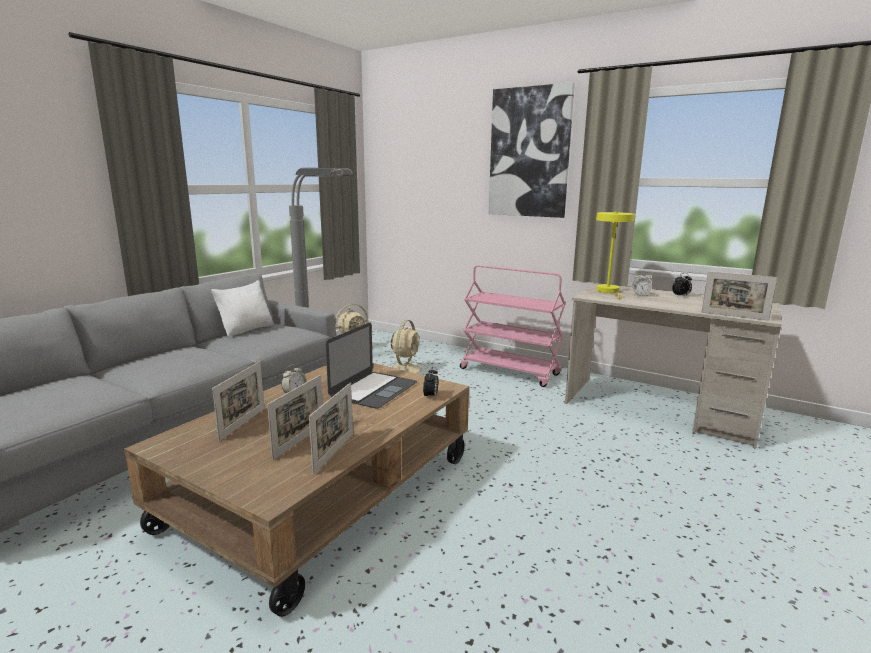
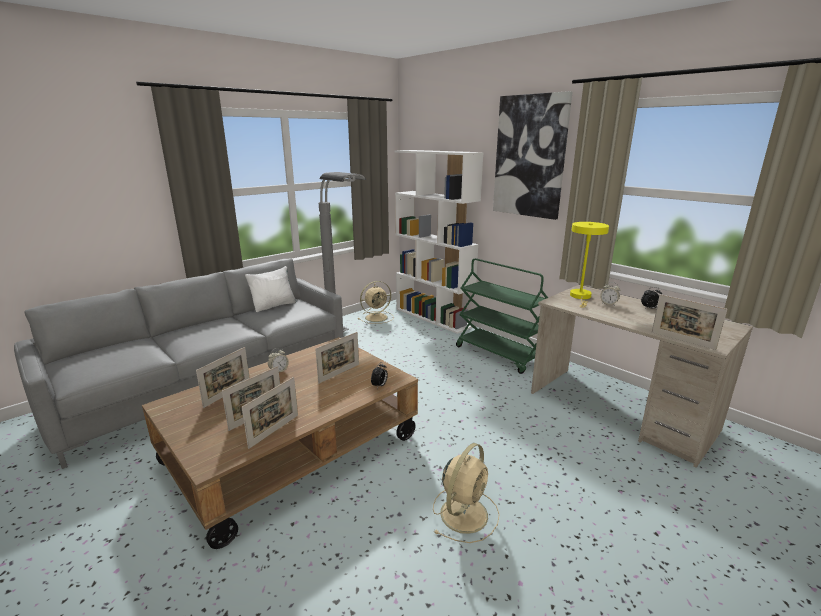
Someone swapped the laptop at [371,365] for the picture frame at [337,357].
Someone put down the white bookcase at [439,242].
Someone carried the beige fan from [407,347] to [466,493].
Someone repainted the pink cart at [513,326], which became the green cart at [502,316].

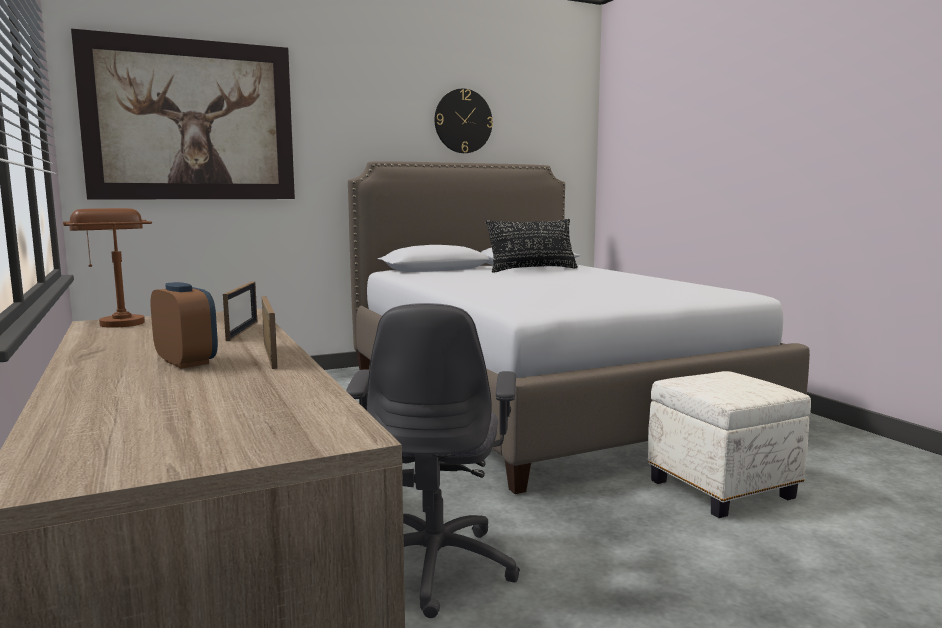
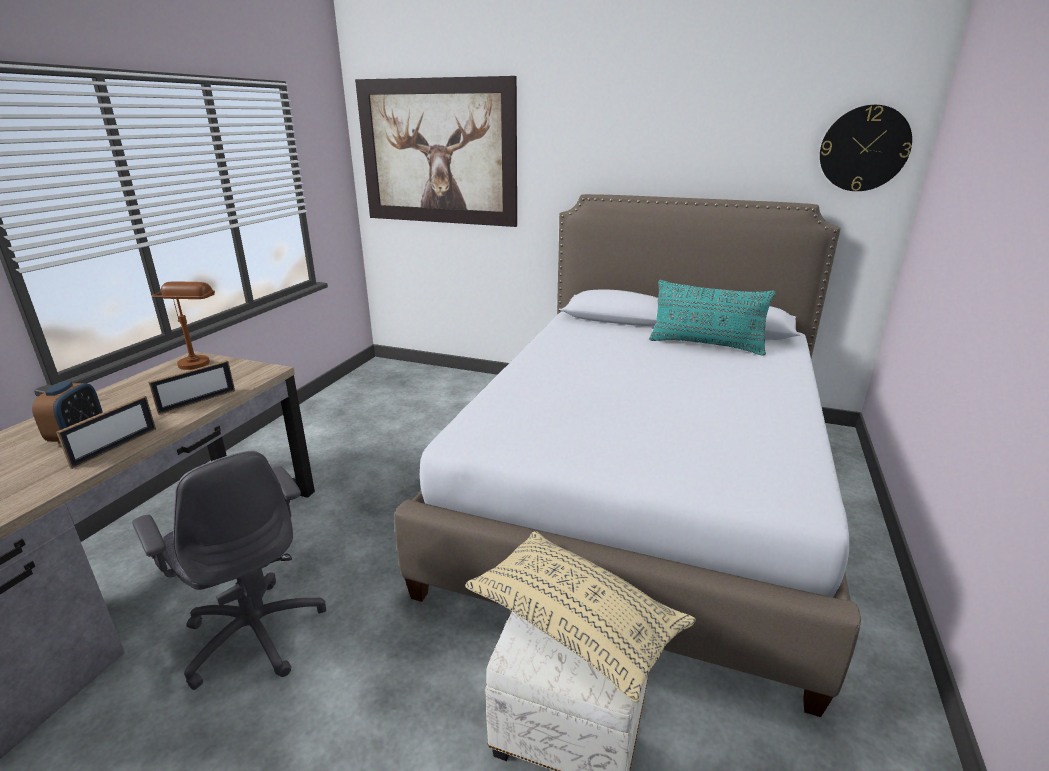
Someone rotated the grey office chair at [433,460] by 90 degrees counterclockwise.
Someone put down the beige pillow at [580,617].
Someone repainted the black pillow at [532,245], which became the turquoise pillow at [712,317].
Someone carried the wall clock from [464,121] to [866,148].

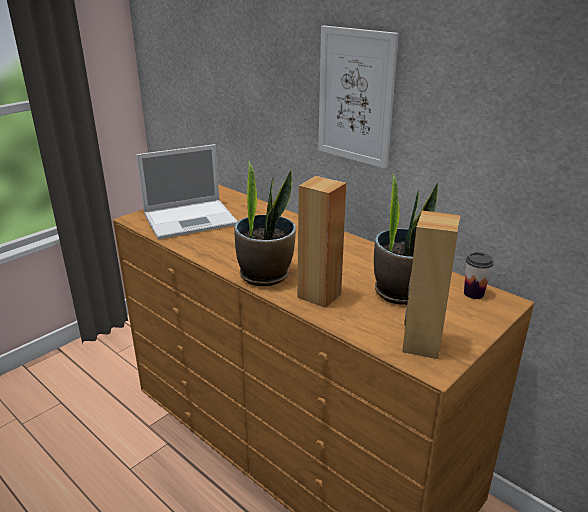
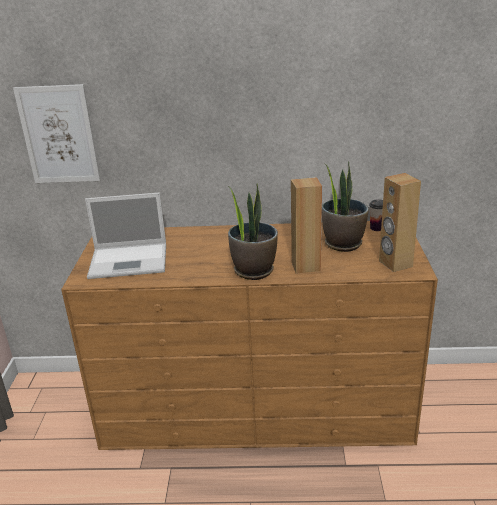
Someone carried the picture from [358,97] to [56,133].
Someone rotated the laptop at [187,191] by 60 degrees clockwise.

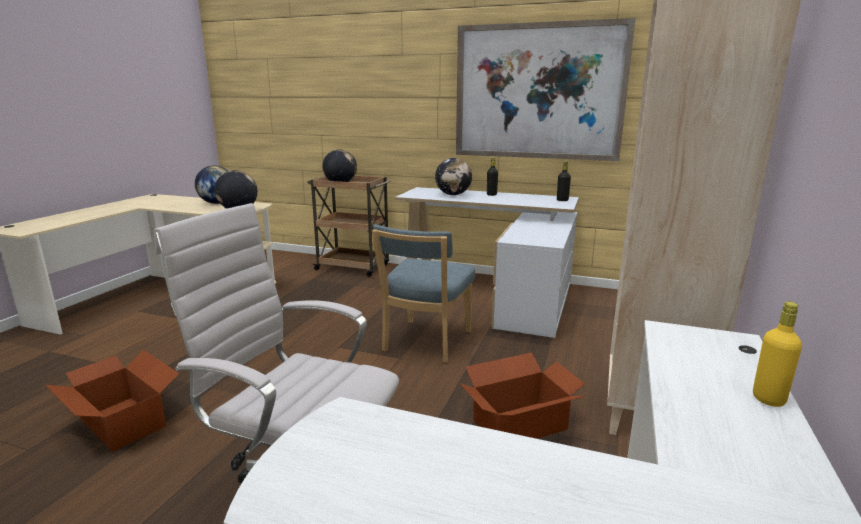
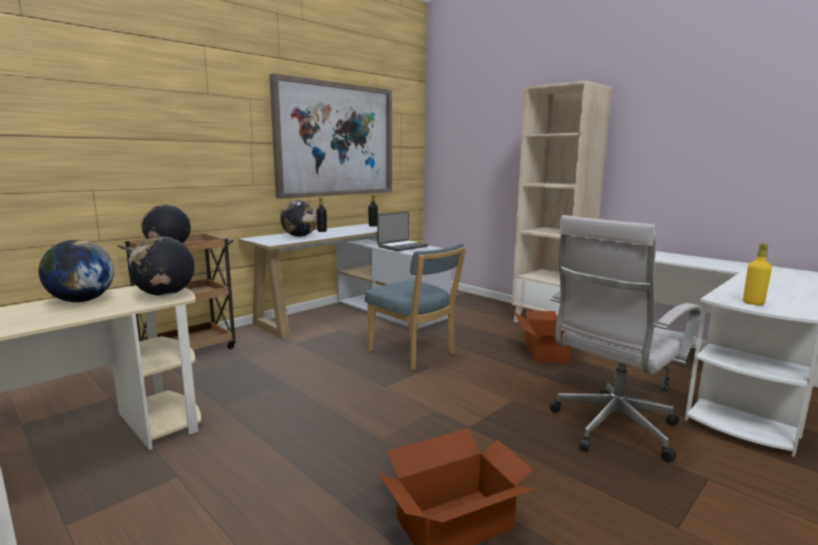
Someone put down the laptop at [402,231].
Someone carried the yellow bottle from [777,354] to [757,274].

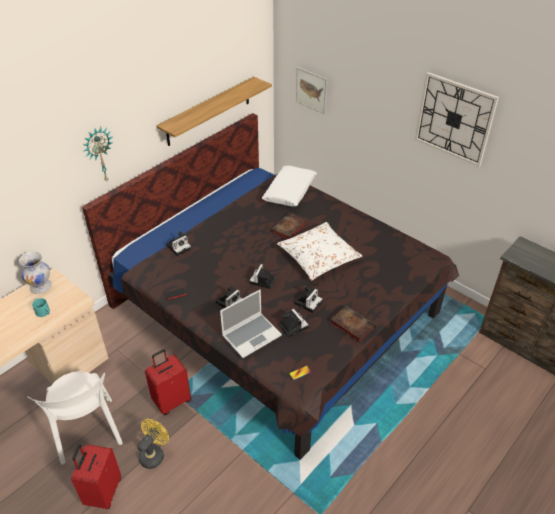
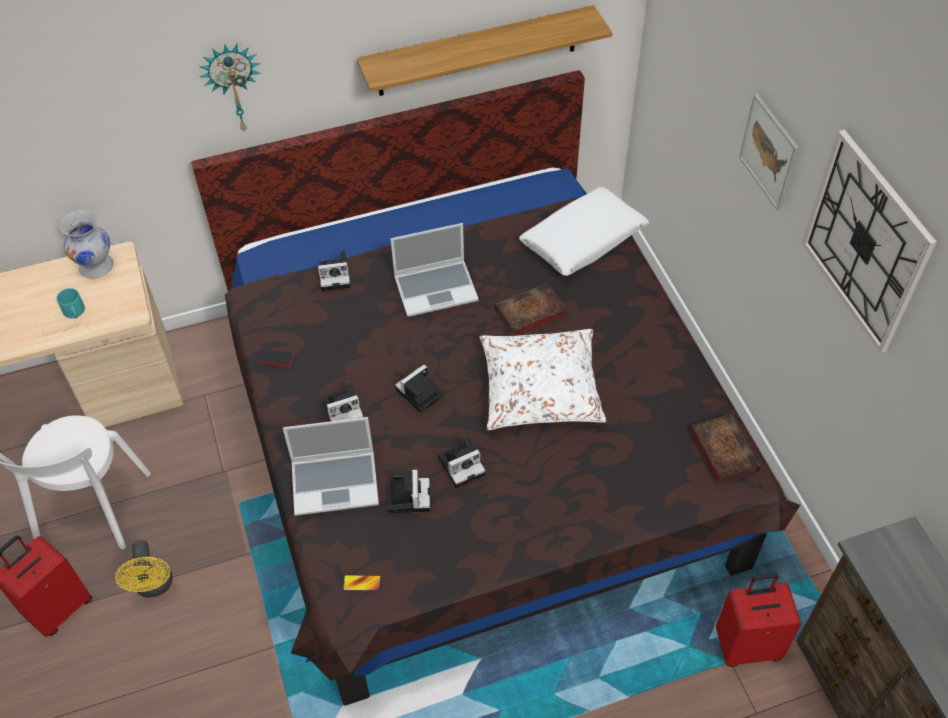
Someone rotated the yellow fan at [153,444] by 105 degrees clockwise.
Someone put down the laptop at [435,270].
Someone carried the book from [353,324] to [725,449].
Someone carried the red suitcase from [168,382] to [758,620].
Someone carried the picture from [311,90] to [769,152].

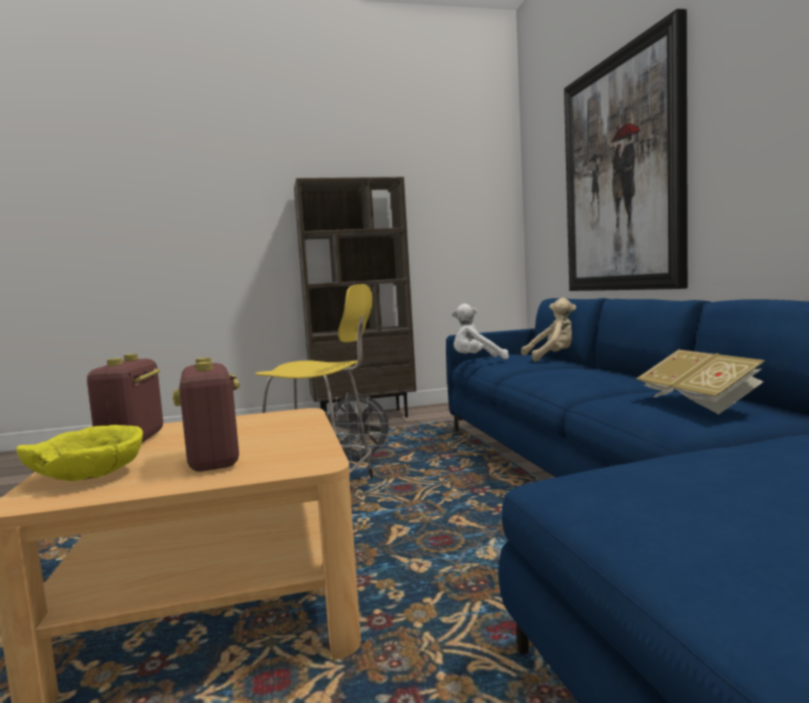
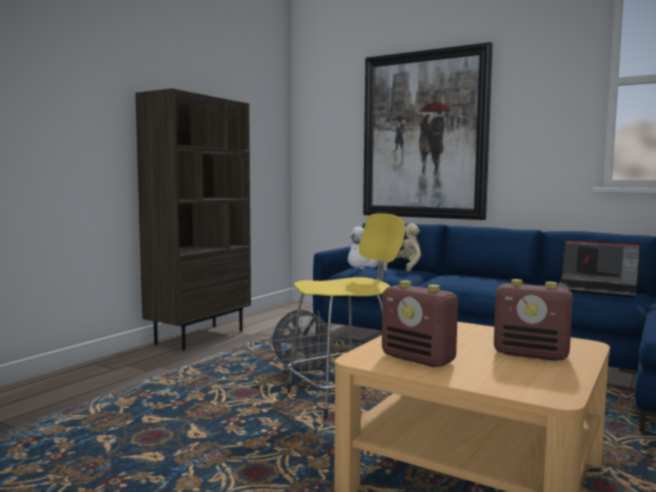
Someone swapped the book at [700,381] for the laptop at [599,268].
Someone took away the yellow bowl at [79,453].

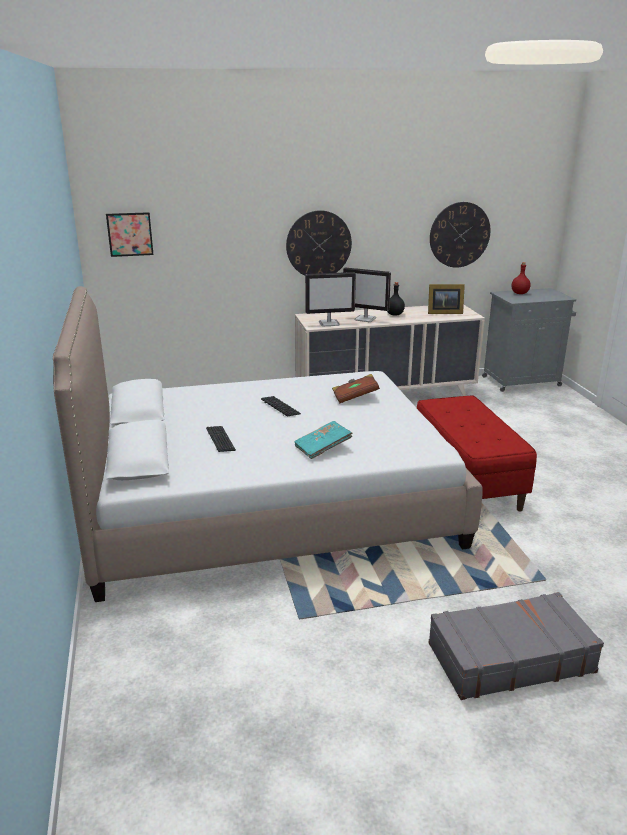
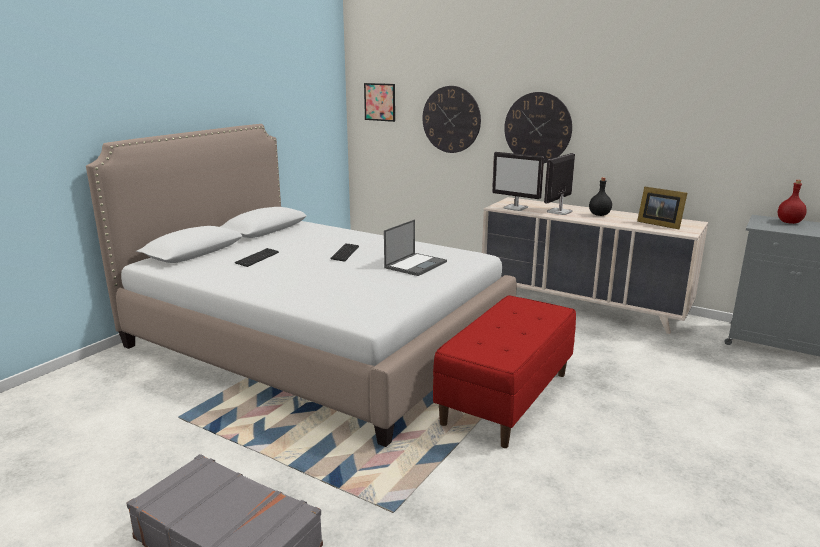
Someone swapped the brown book at [356,388] for the laptop at [415,247].
Someone carried the wall clock from [460,235] to [452,119].
Someone rotated the monitor at [367,294] by 60 degrees clockwise.
Someone took away the turquoise book at [323,440].

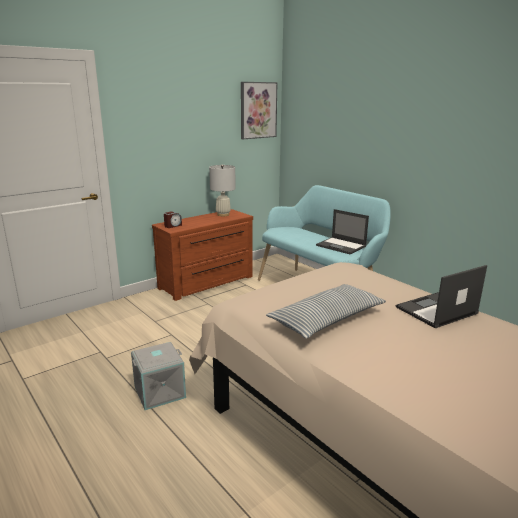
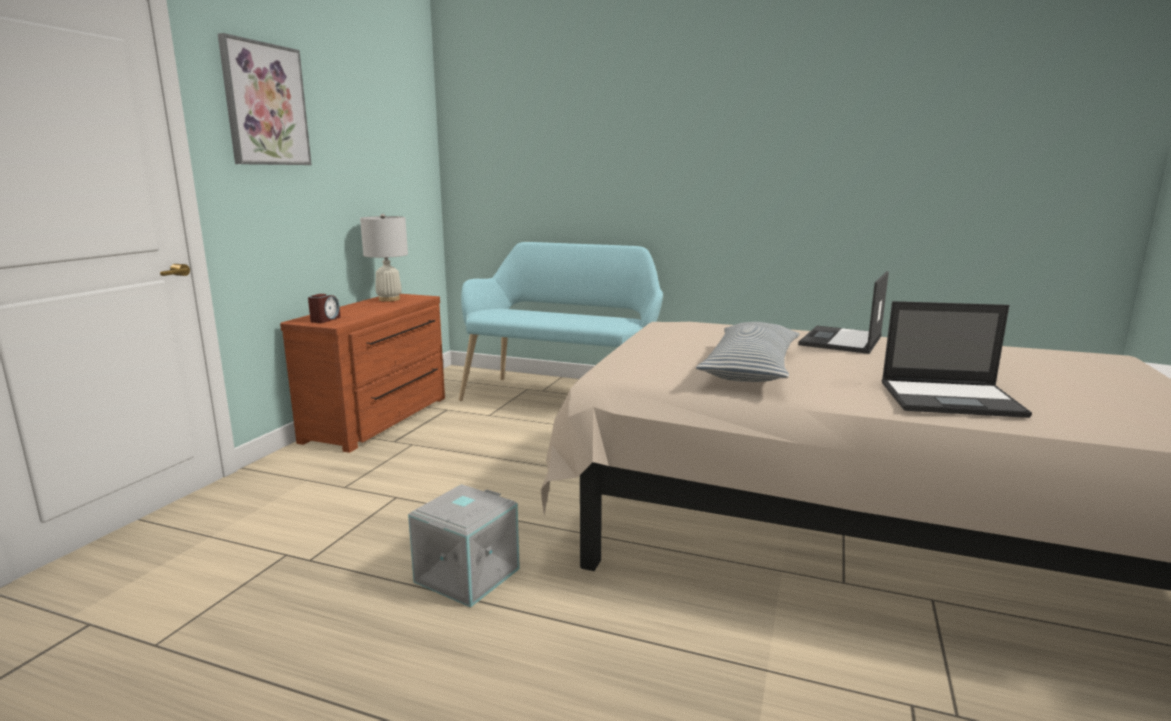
Someone carried the picture from [259,110] to [265,99].
Someone carried the laptop from [342,232] to [957,359].

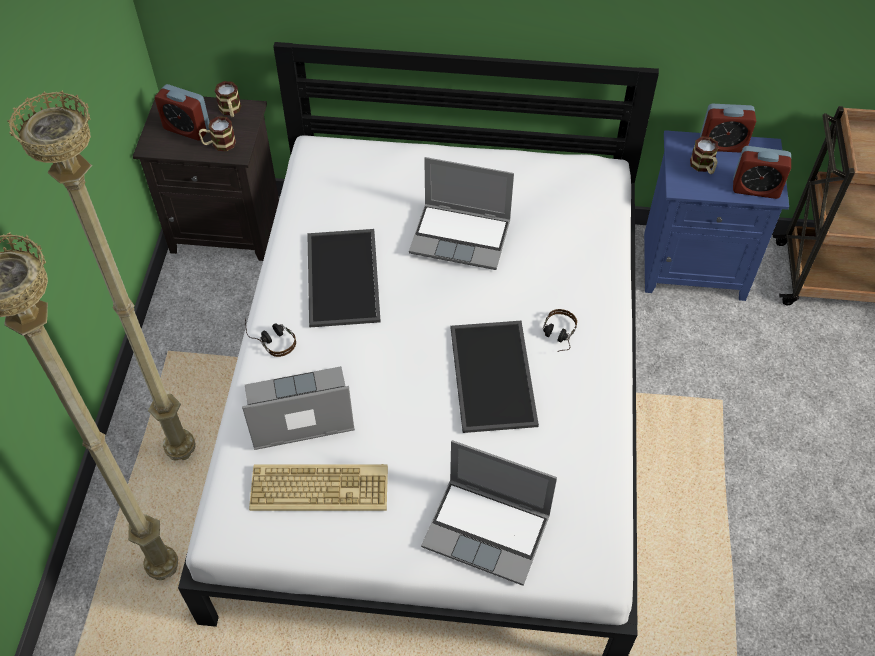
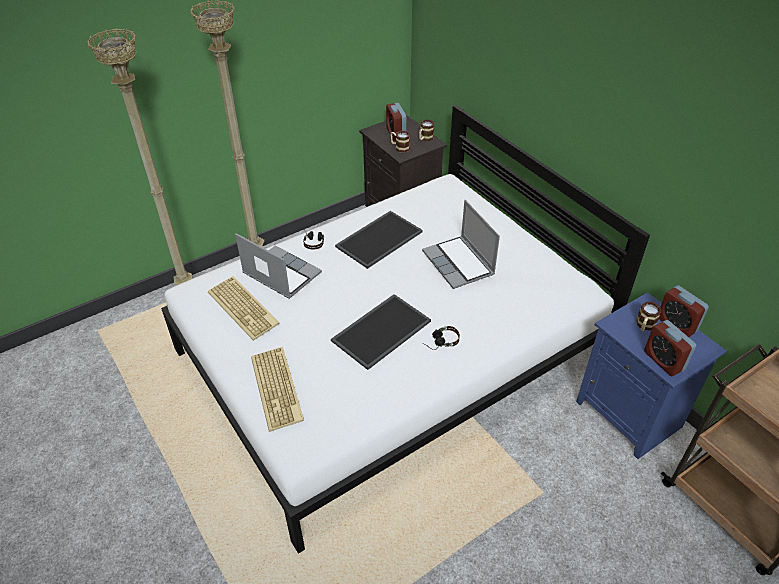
Someone swapped the laptop at [489,513] for the keyboard at [277,389].

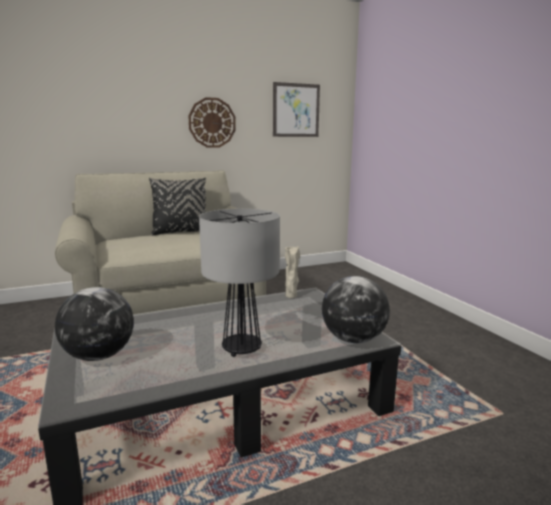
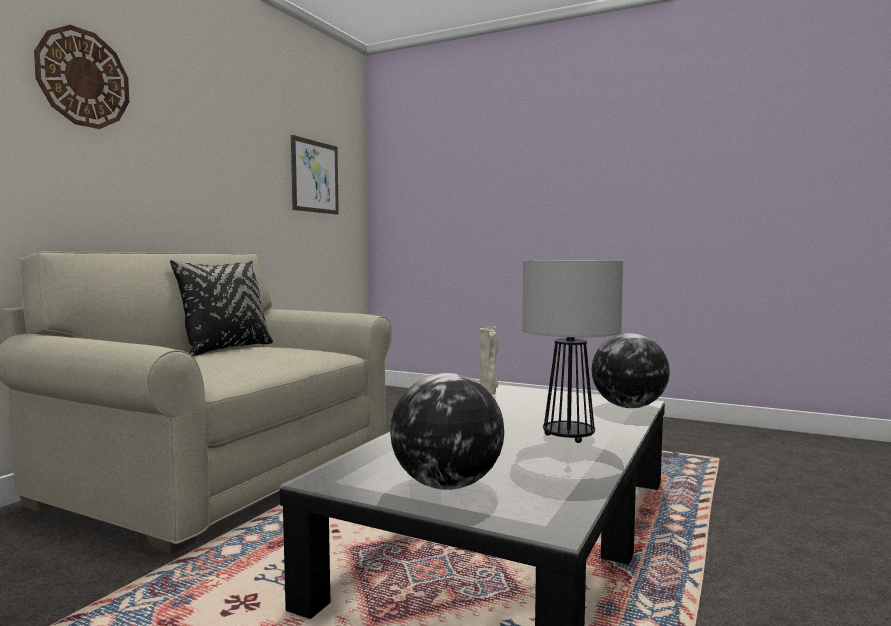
Someone carried the wall clock from [212,122] to [81,77].

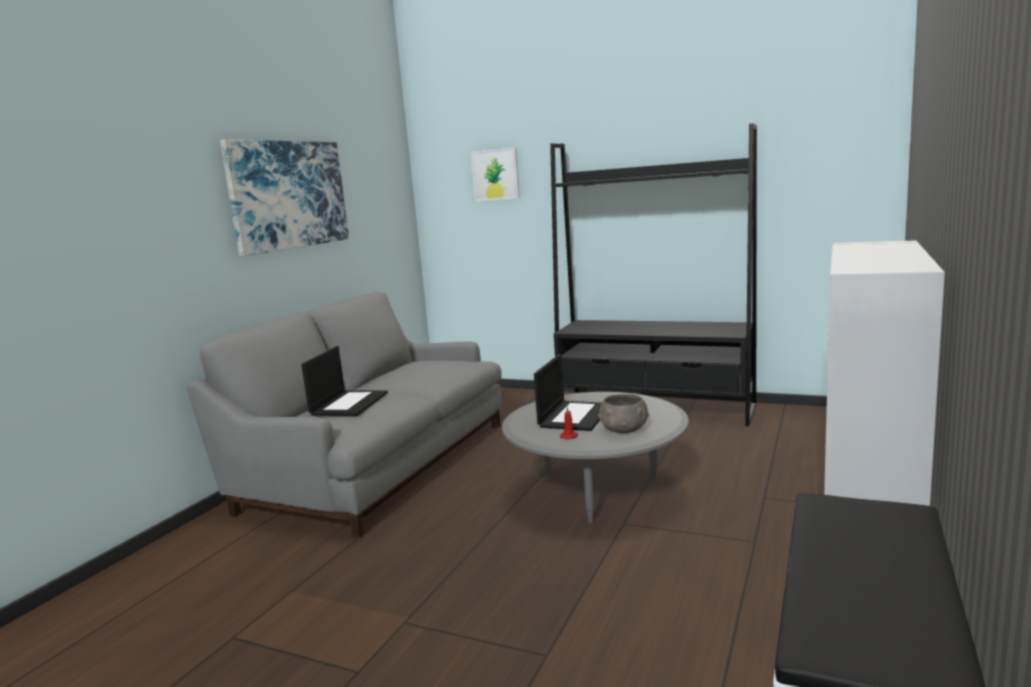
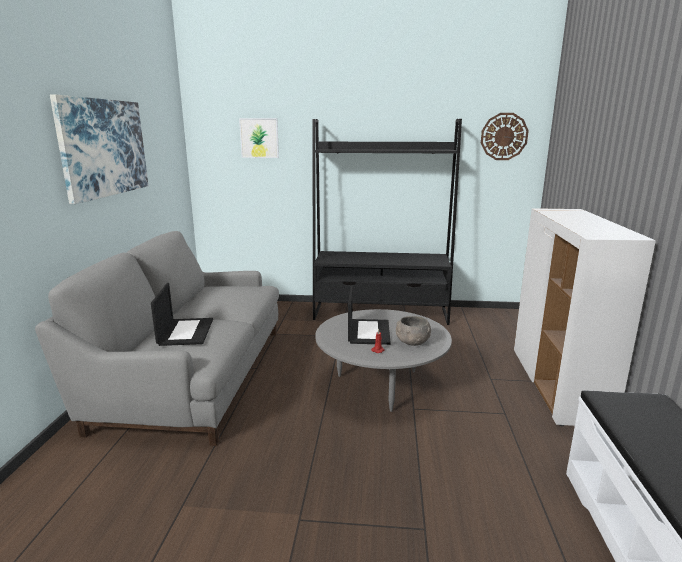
Someone put up the wall clock at [505,136].

